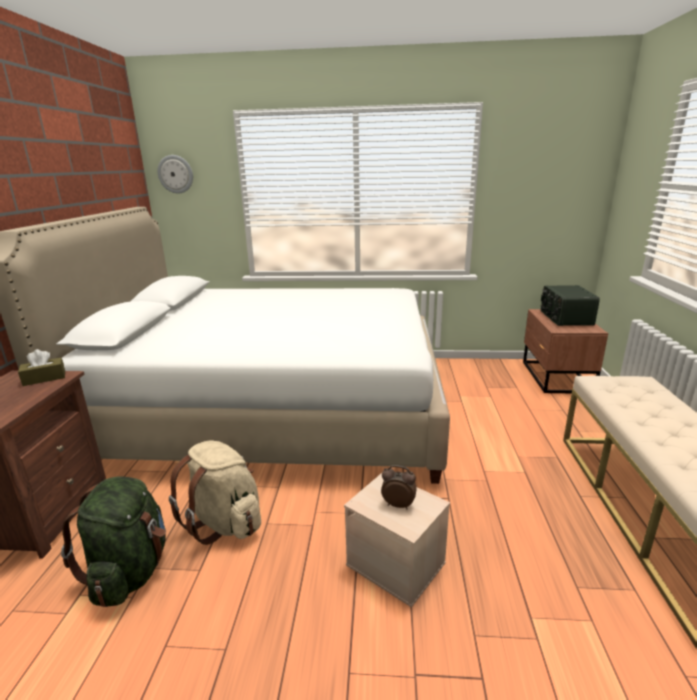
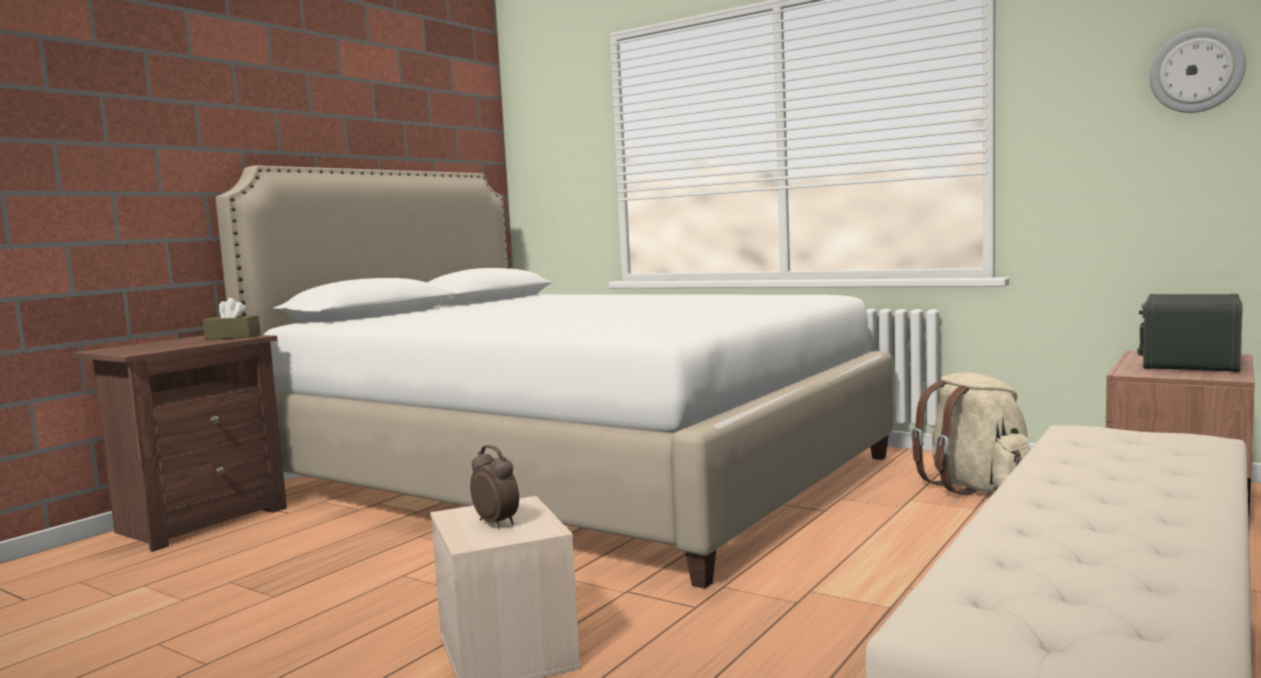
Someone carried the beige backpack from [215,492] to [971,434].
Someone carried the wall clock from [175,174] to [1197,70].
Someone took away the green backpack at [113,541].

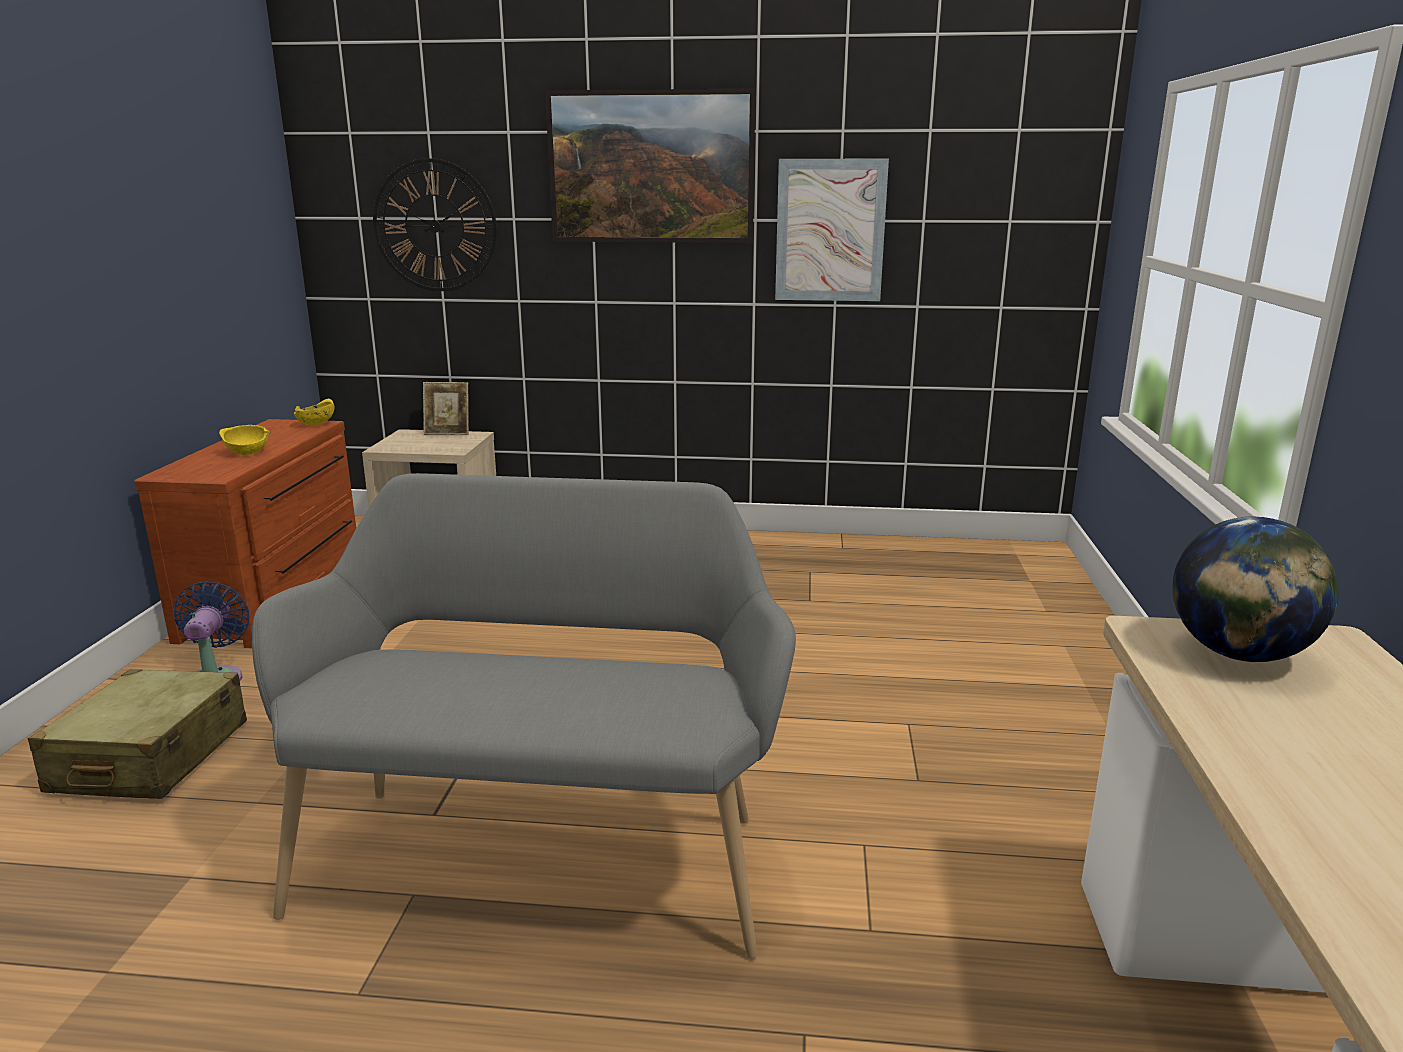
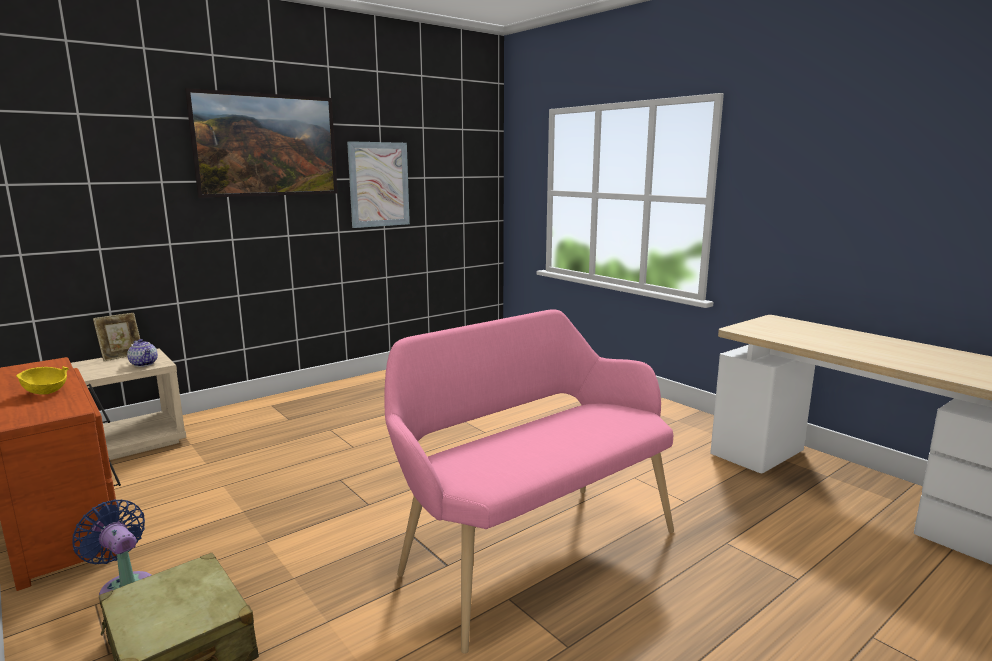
Someone put down the teapot at [142,353].
Someone repainted the grey bench at [524,716], which became the pink bench at [529,481].
Someone took away the yellow bowl at [314,411].
Someone took away the wall clock at [435,224].
Someone took away the globe at [1255,589].

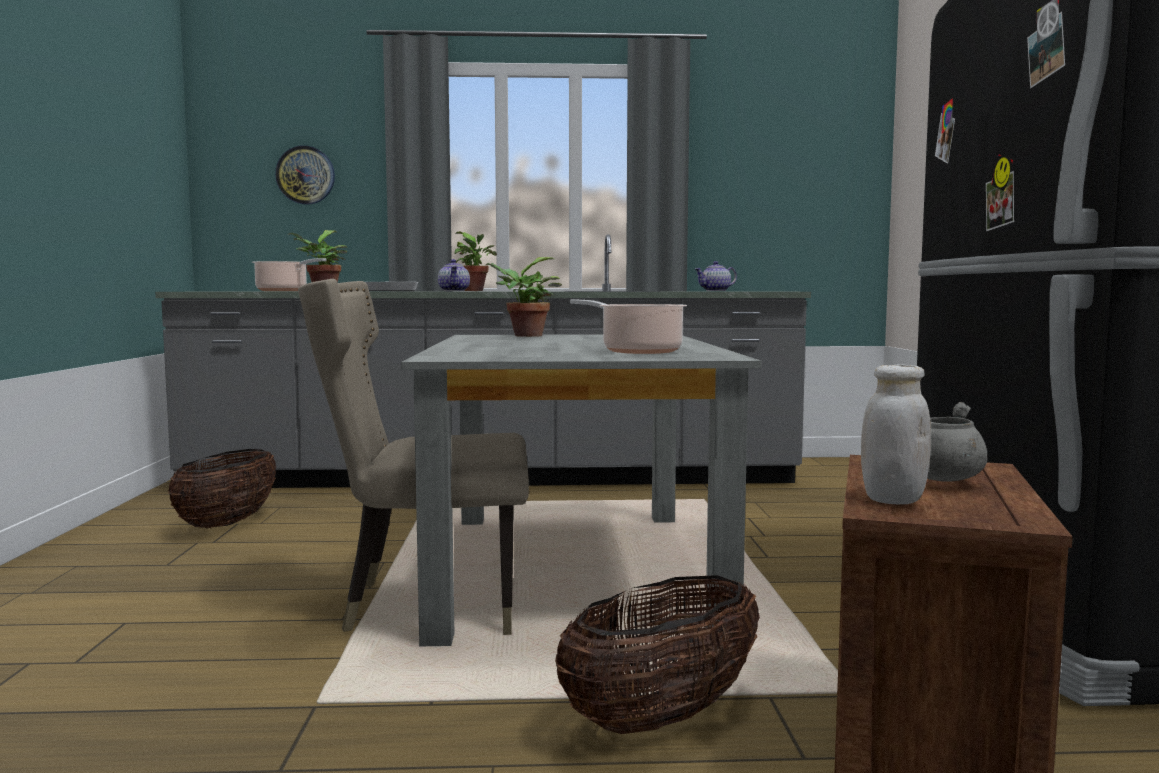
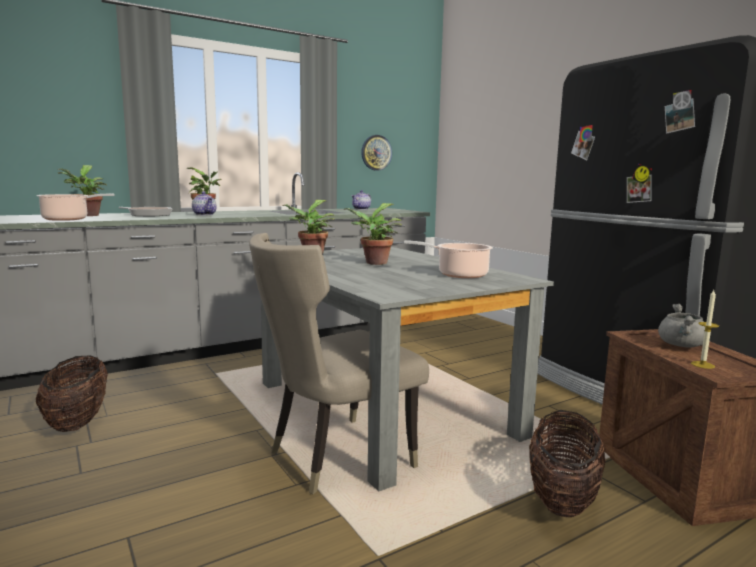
Someone put down the potted plant at [373,234].
Someone carried the wall clock from [305,175] to [376,153].
Someone swapped the white jar at [896,434] for the candle at [705,329].

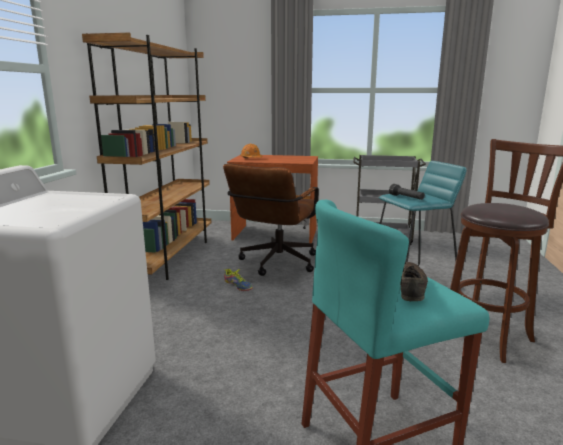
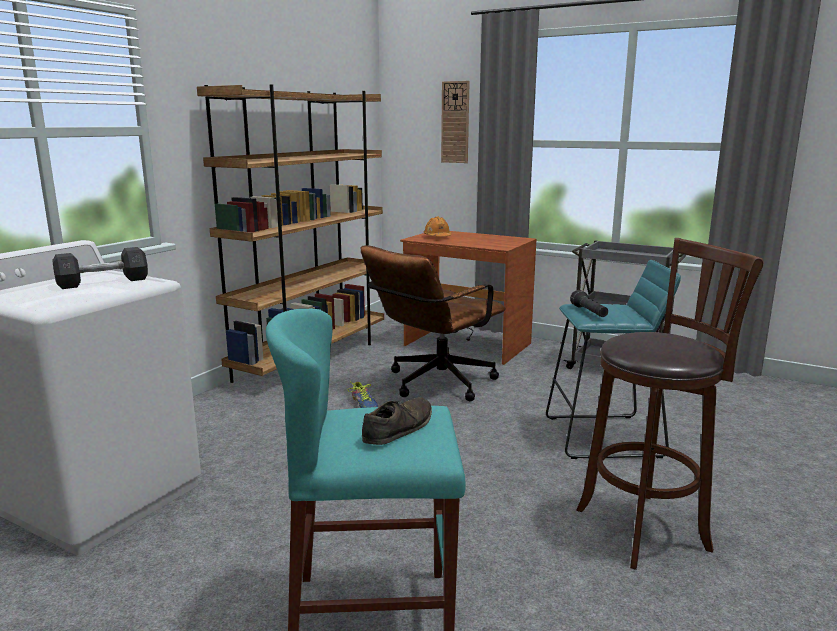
Someone put down the grey dumbbell at [100,268].
Someone put up the wall clock at [455,122].

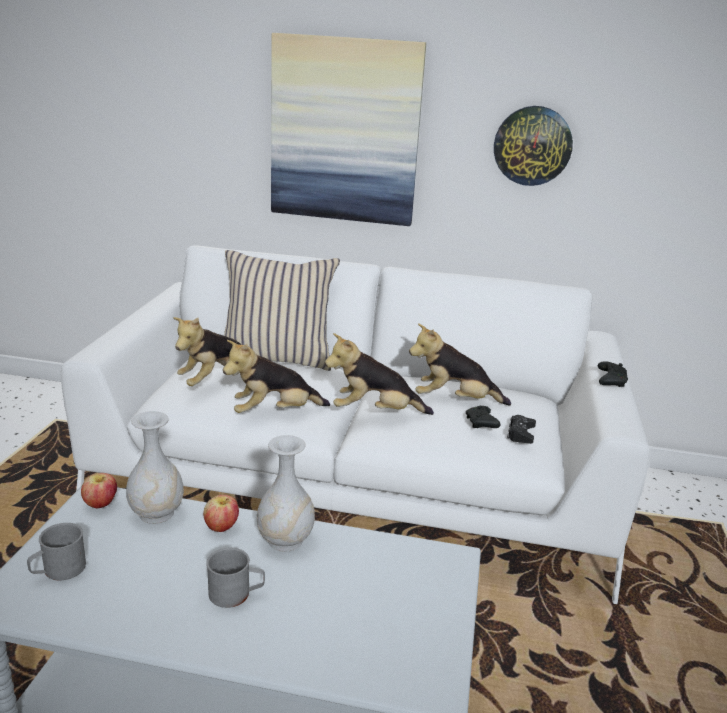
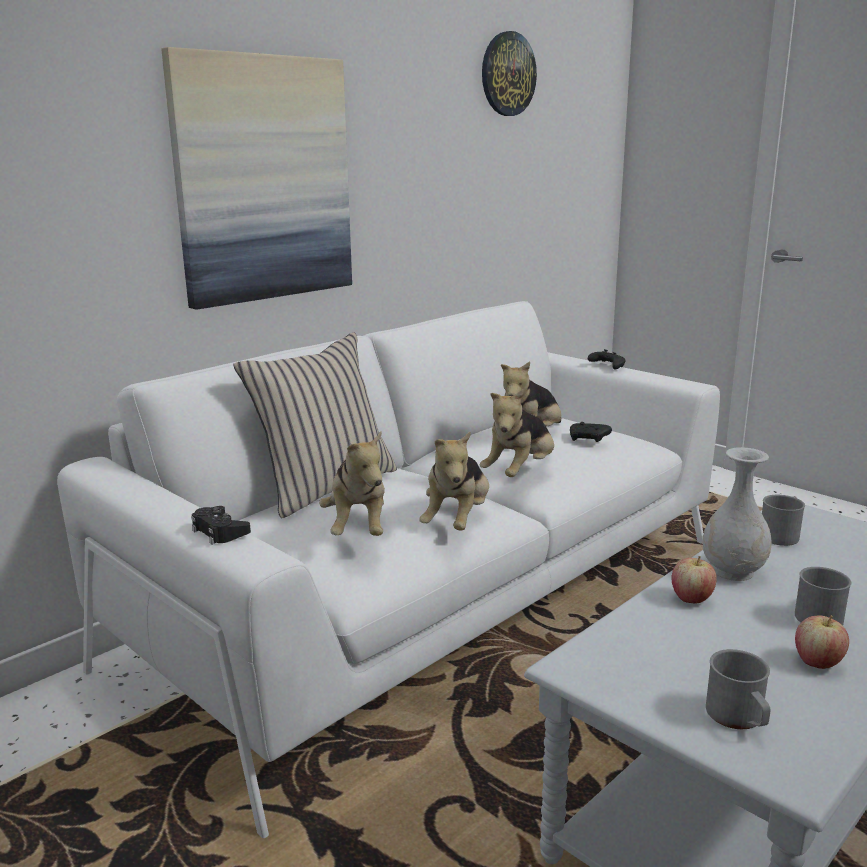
Someone carried the black game controller from [521,429] to [221,525].
Someone carried the wall clock from [533,146] to [509,73].
Someone put down the grey mug at [783,520].
Someone carried the apple from [99,490] to [822,642].
Someone took away the white vase at [155,467].

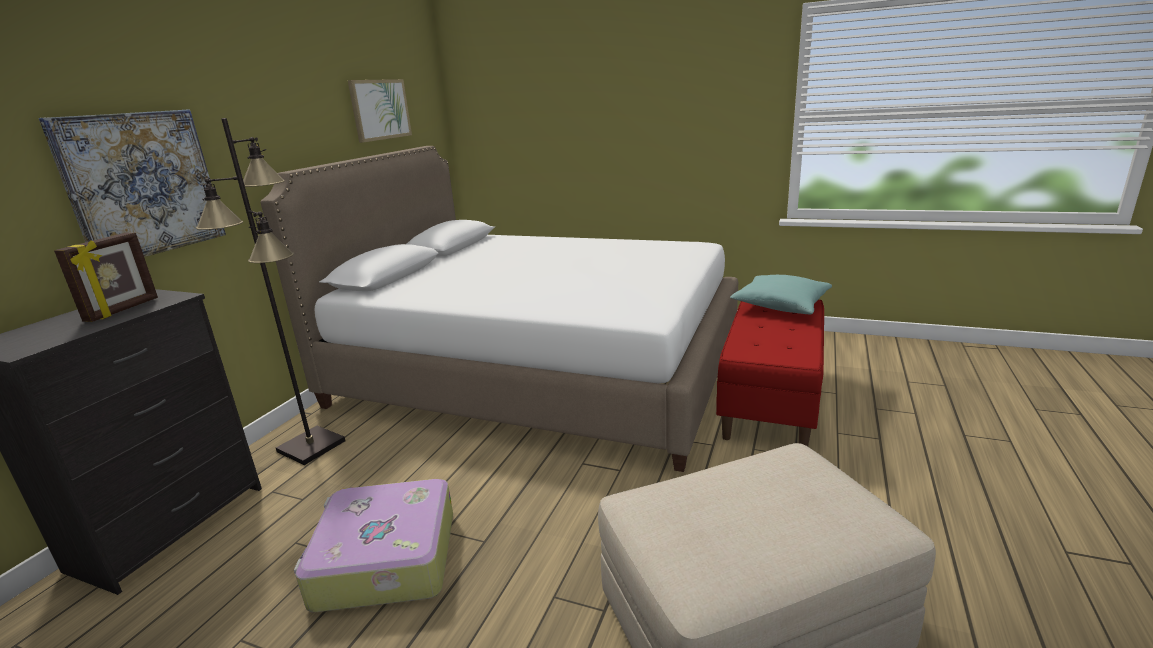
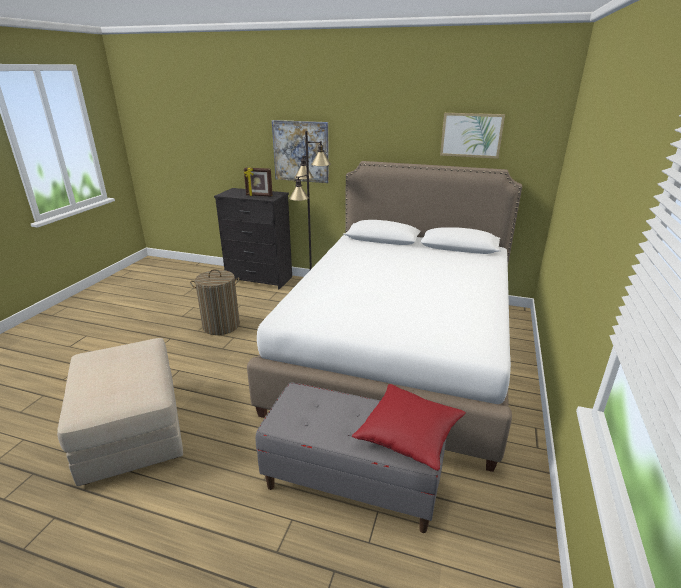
Someone swapped the suitcase at [373,545] for the laundry basket at [215,302].
Someone repainted the red bench at [770,373], which became the grey bench at [350,458].
Someone repainted the turquoise pillow at [781,294], which became the red pillow at [409,427].

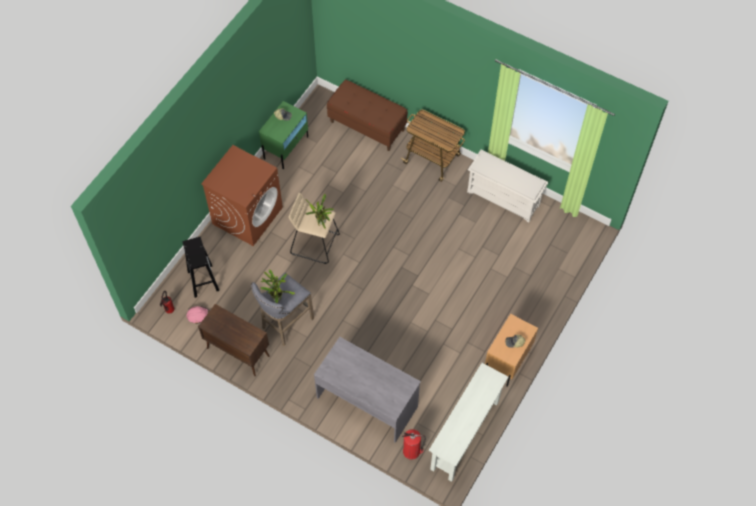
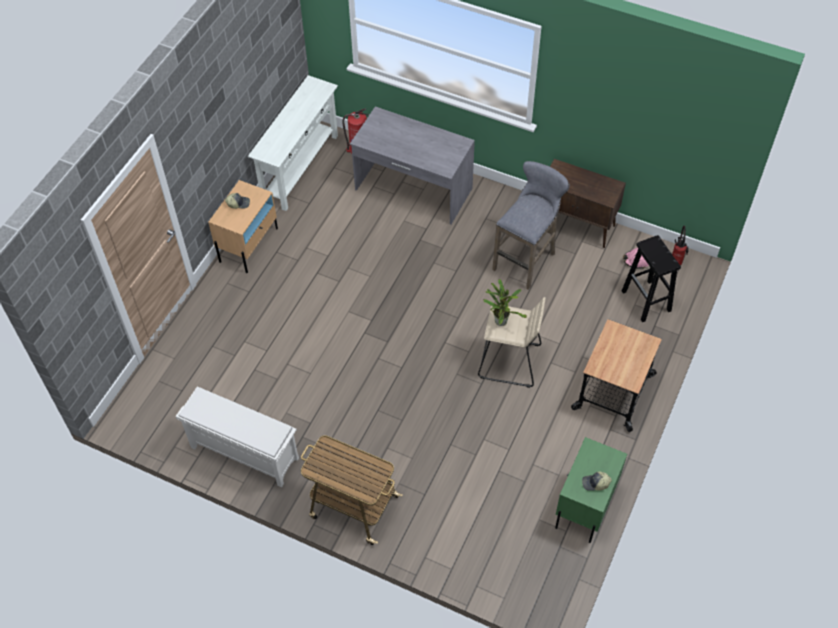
Someone swapped the brown washing machine at [242,195] for the cart at [616,375].
Someone took away the potted plant at [278,286].
Someone took away the brown bench at [367,115].

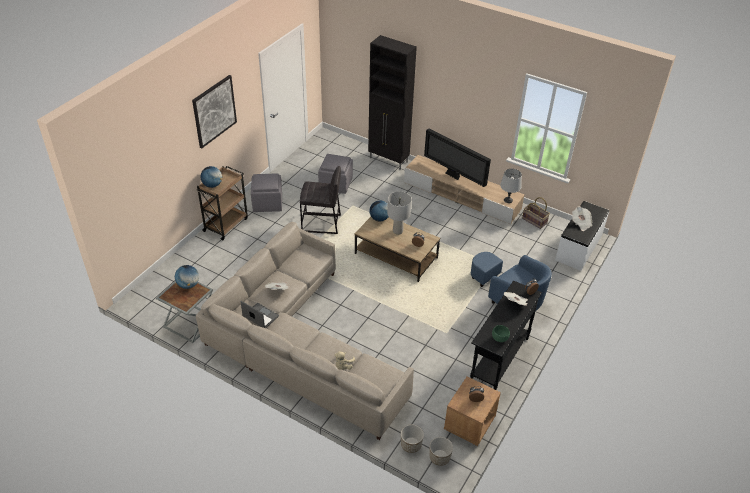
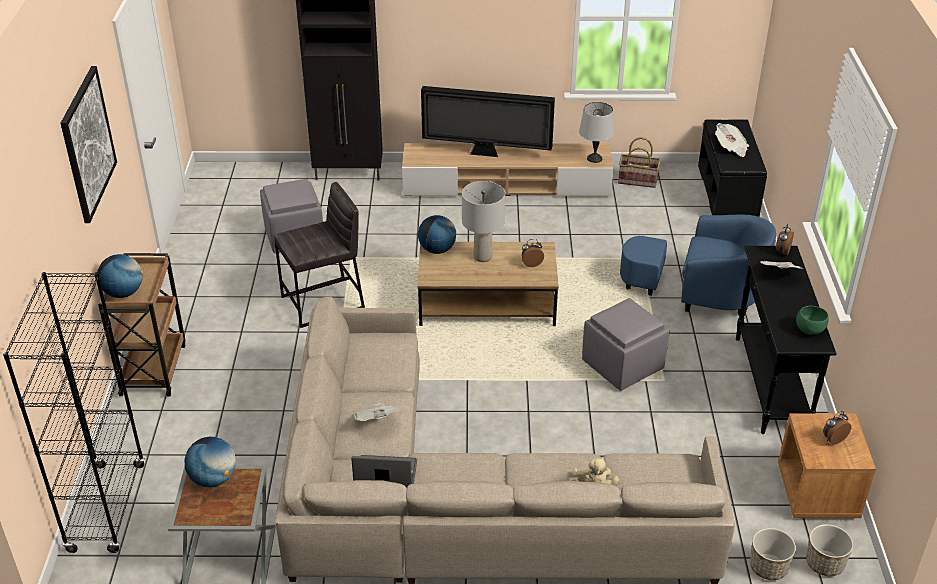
Someone put down the black bookcase at [74,412].
Someone carried the grey ottoman from [266,192] to [626,344].
Someone repainted the white bench at [582,236], which became the black bench at [732,168].

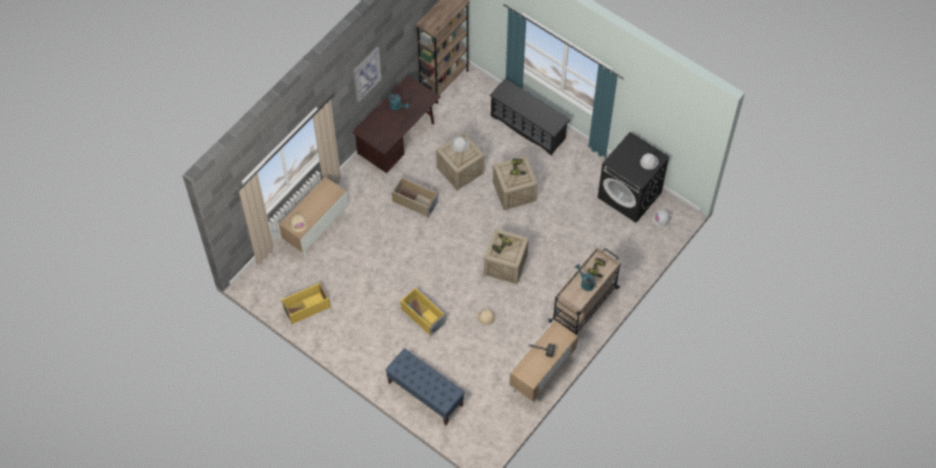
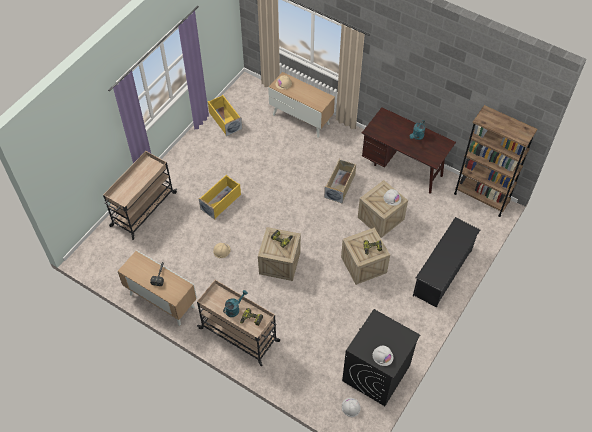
Someone swapped the blue bench at [425,386] for the beige cart at [140,195].
Someone took away the picture at [367,75].

